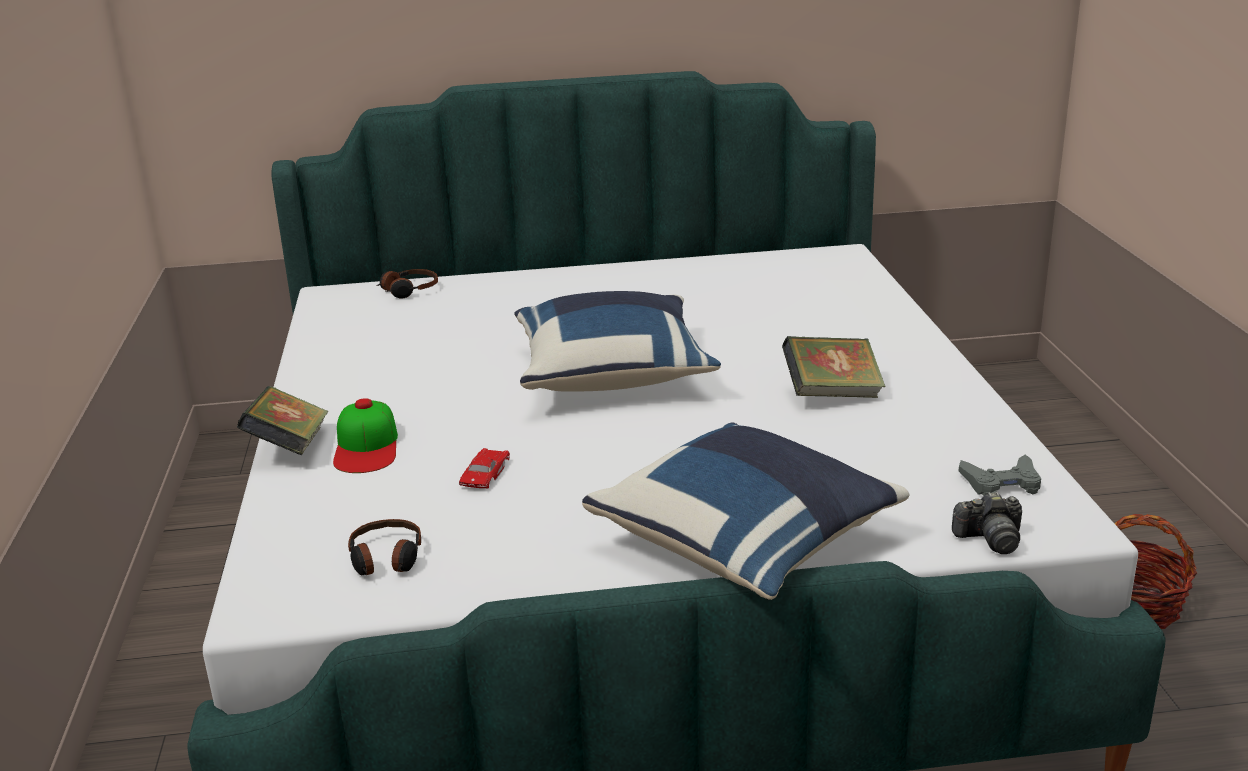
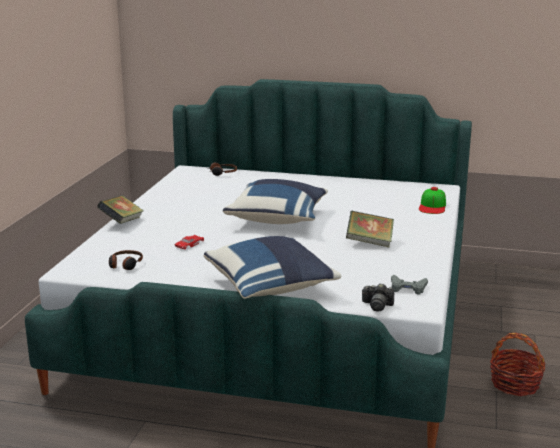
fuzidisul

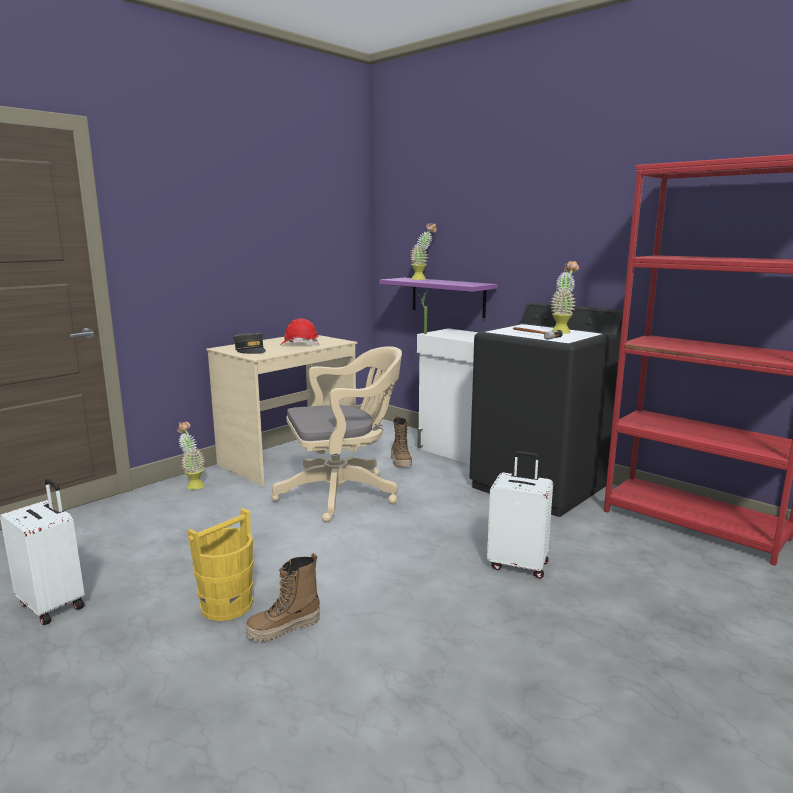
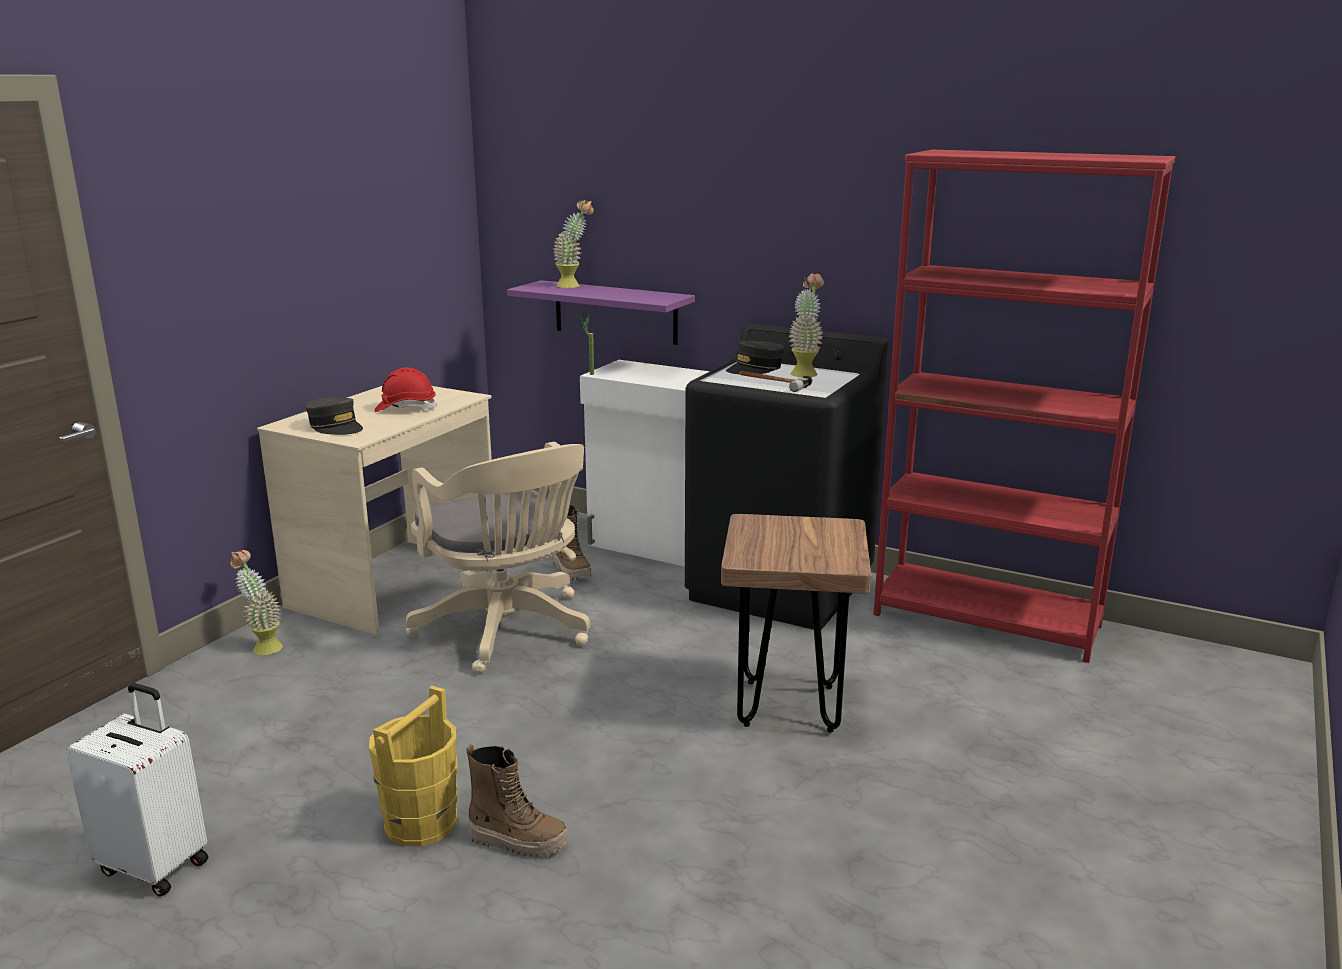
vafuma (no. 1 from left); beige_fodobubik; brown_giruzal; grey_fuzidisul (no. 2 from left)

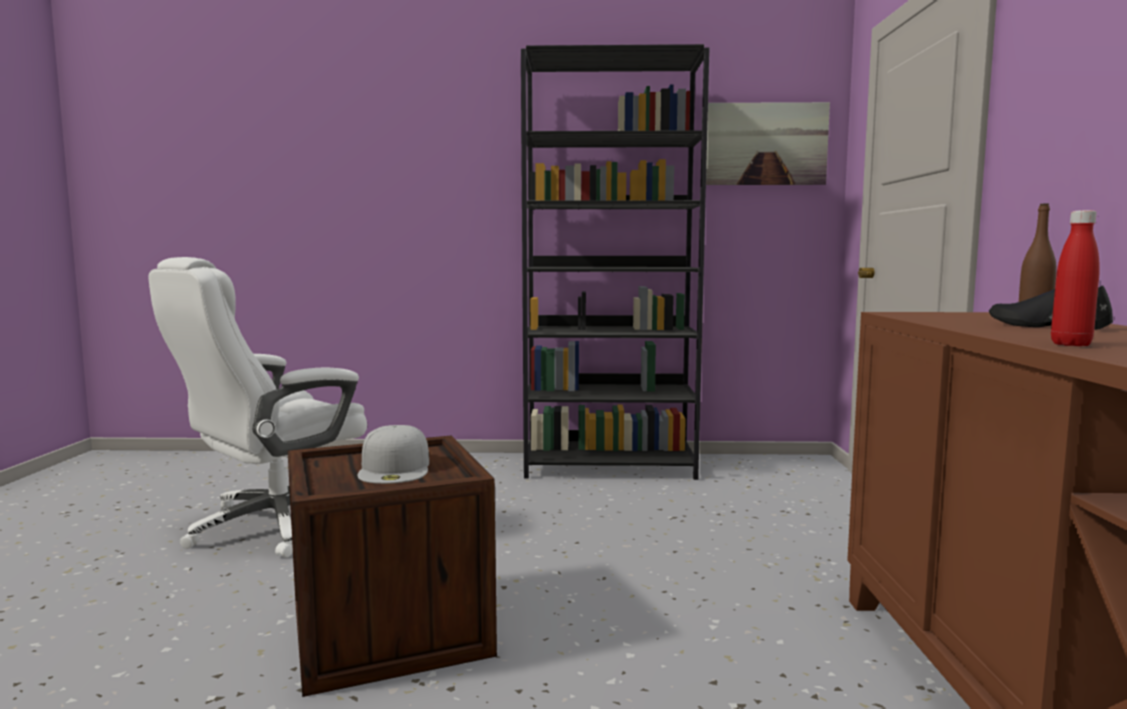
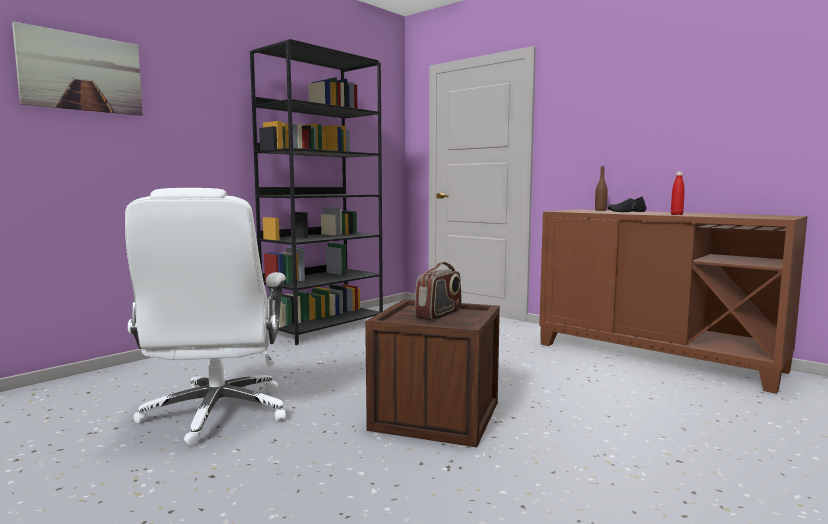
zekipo; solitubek

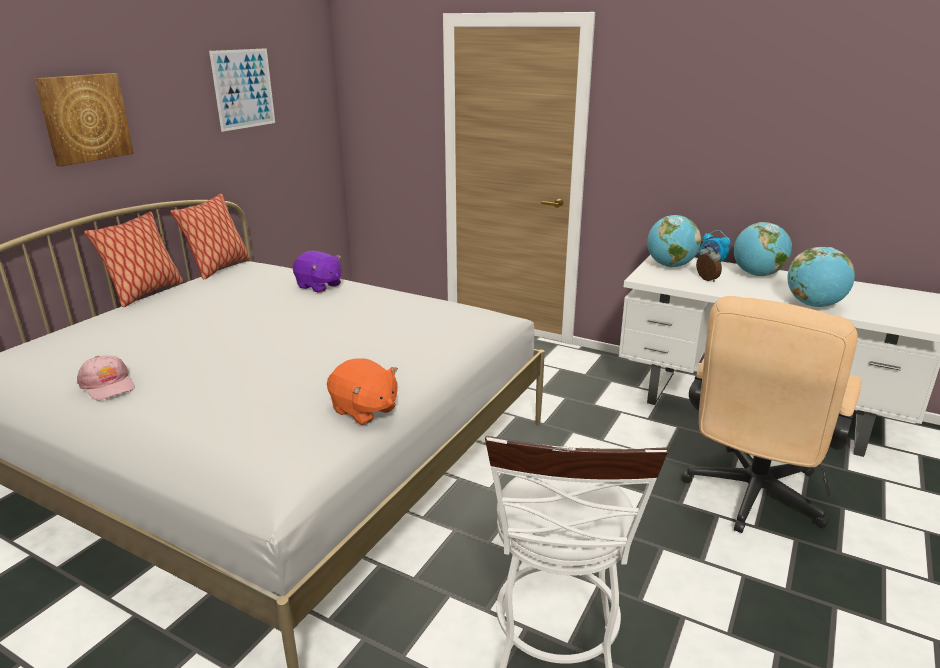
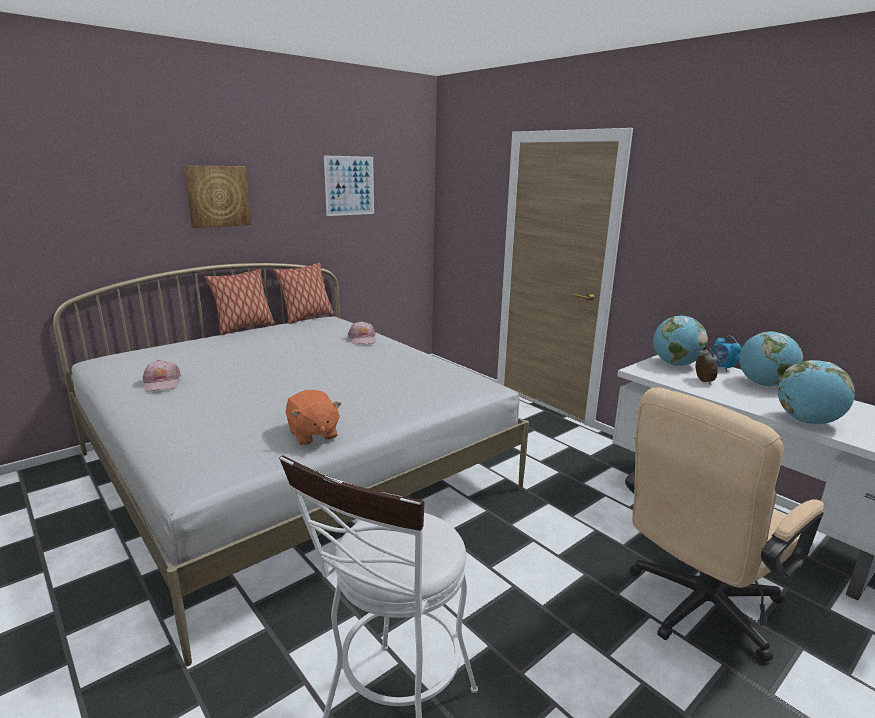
pink_fuzidisul (no. 2 from left)

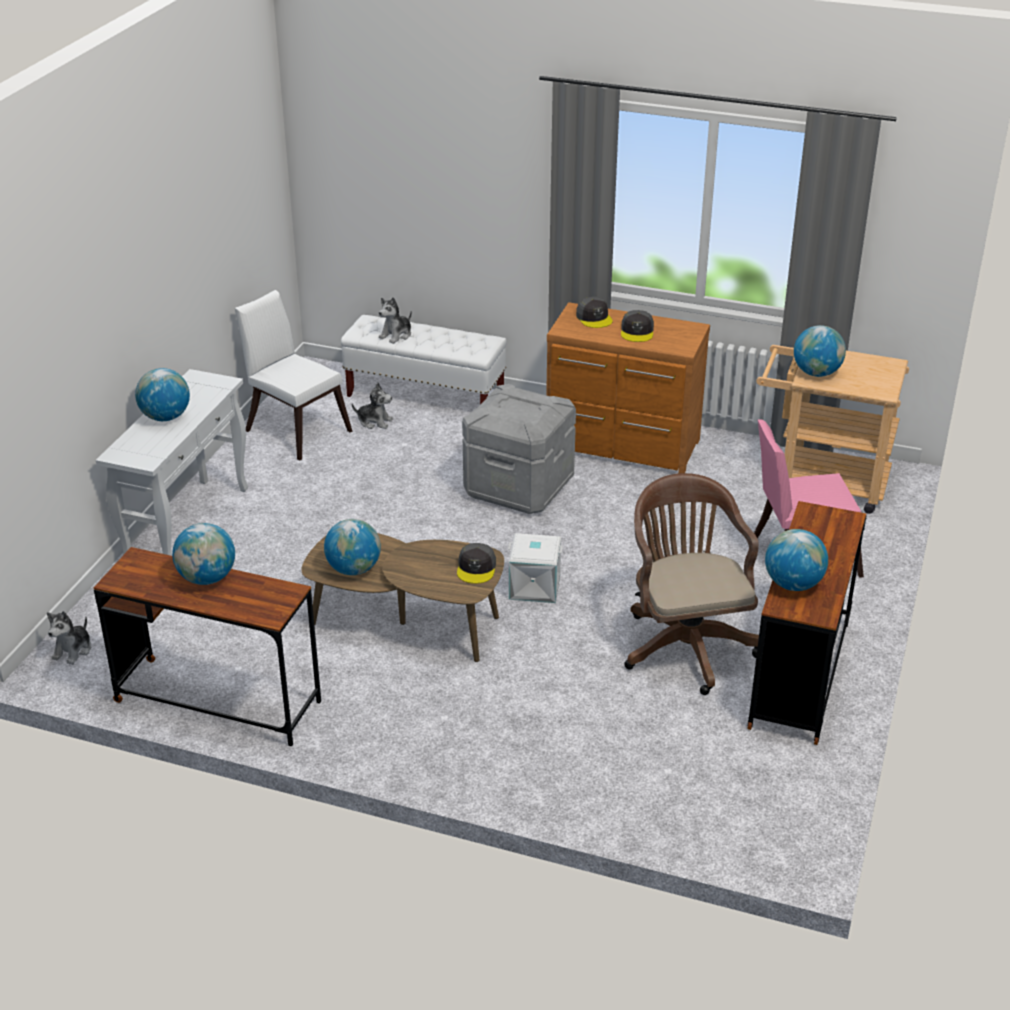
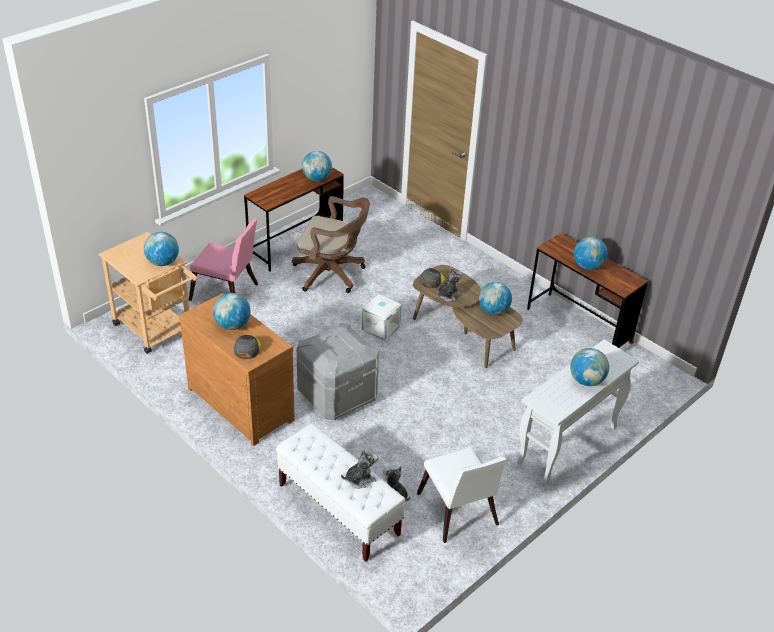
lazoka (no. 3 from left); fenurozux (no. 2 from left); brown_fodobubik

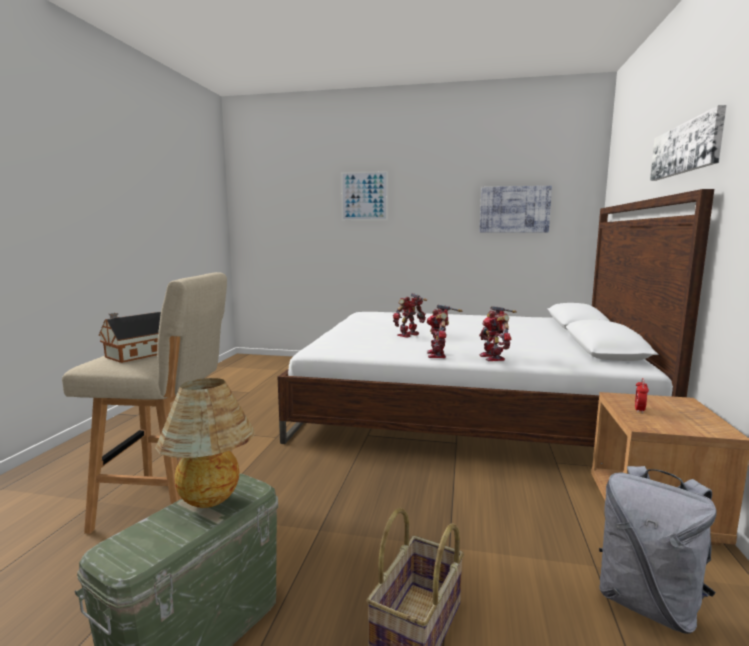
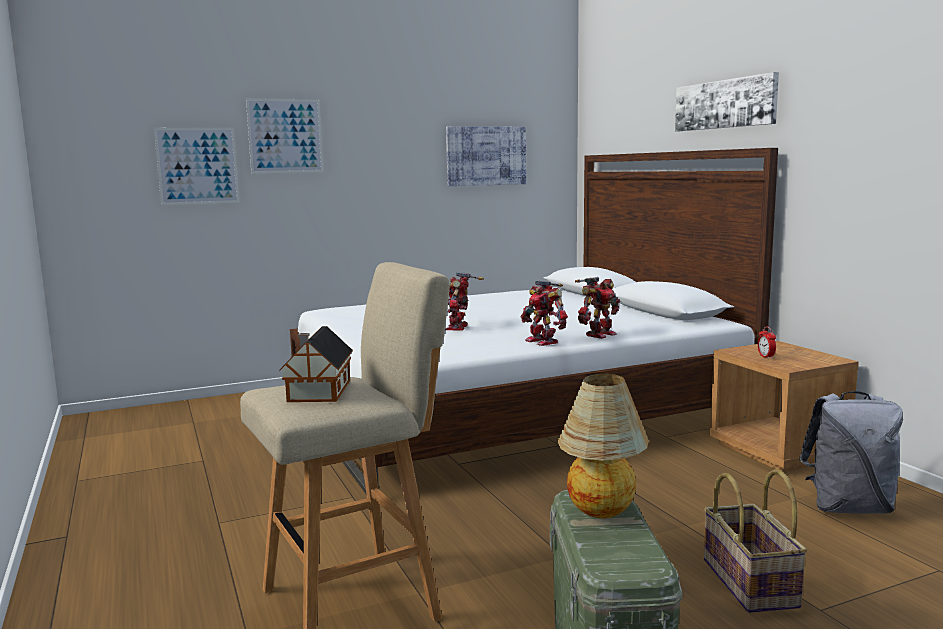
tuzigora (no. 3 from left); solitubek (no. 1 from left)

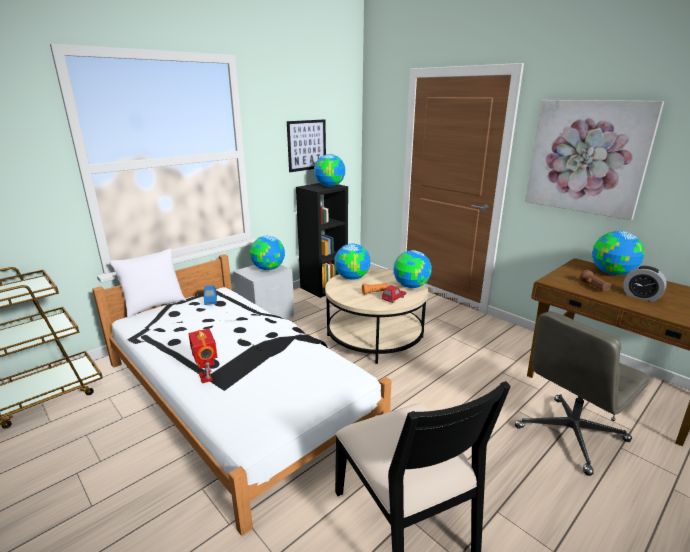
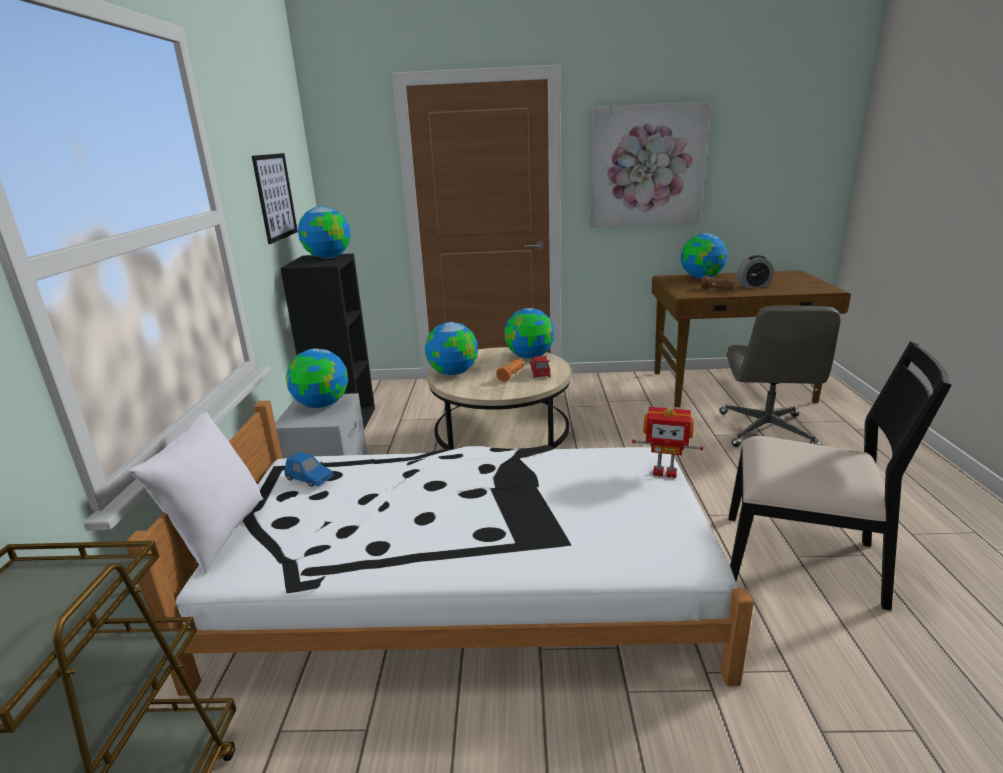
tuzigora

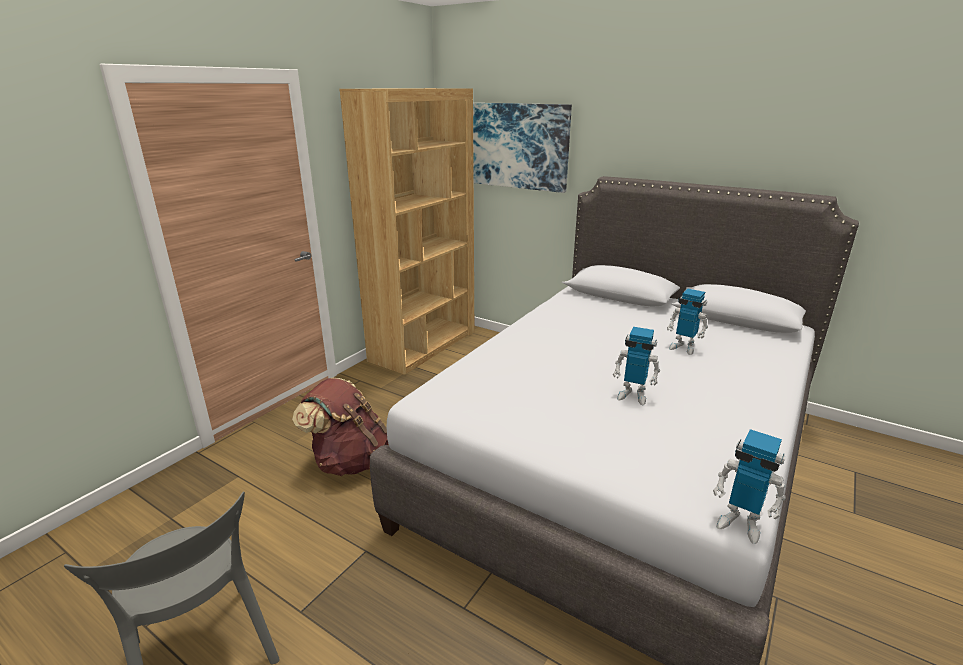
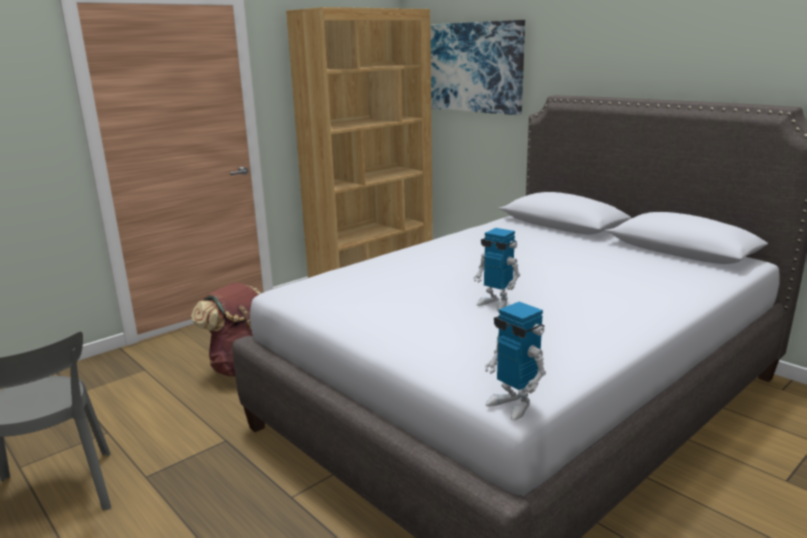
tuzigora (no. 2 from left in the first image)

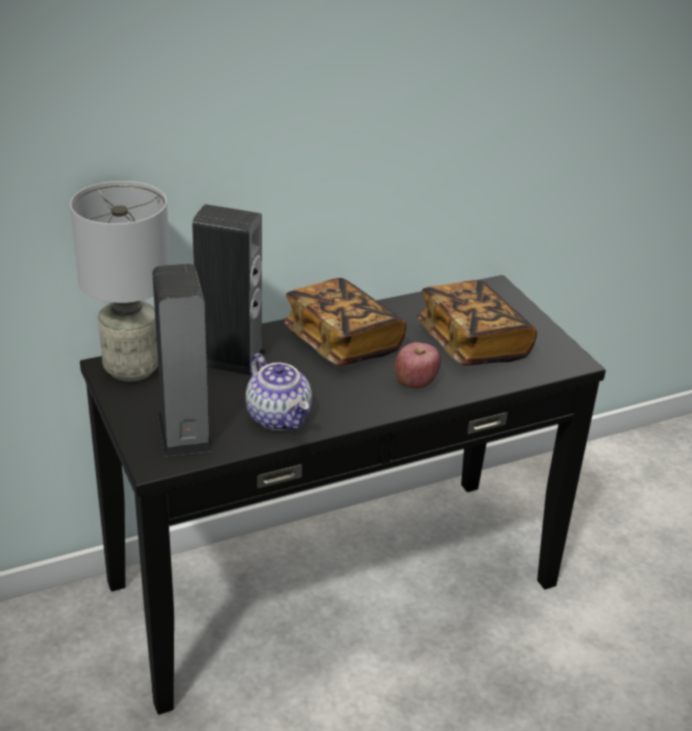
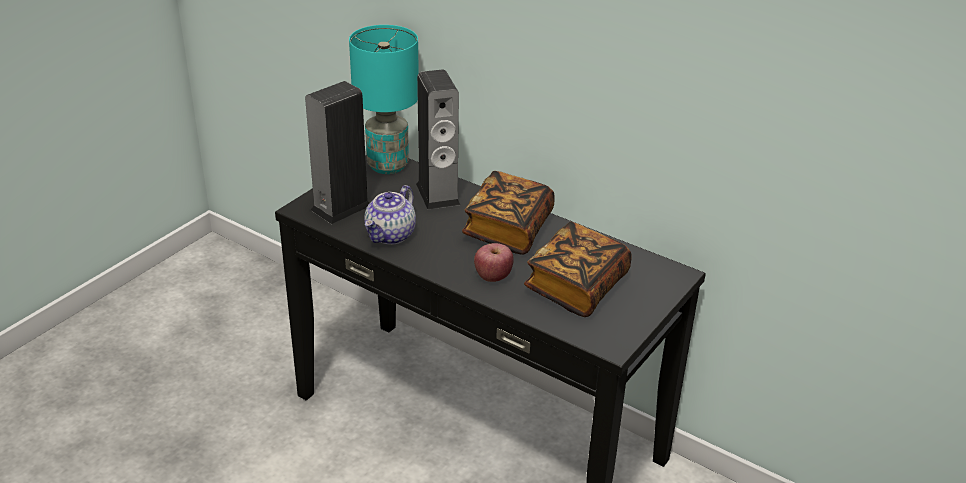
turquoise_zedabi

